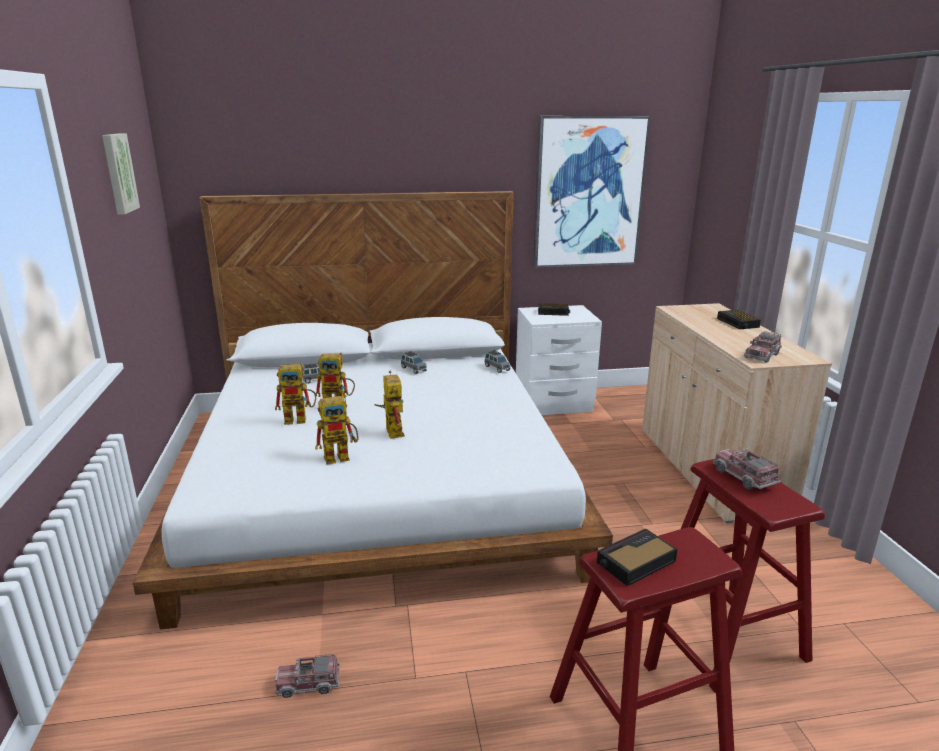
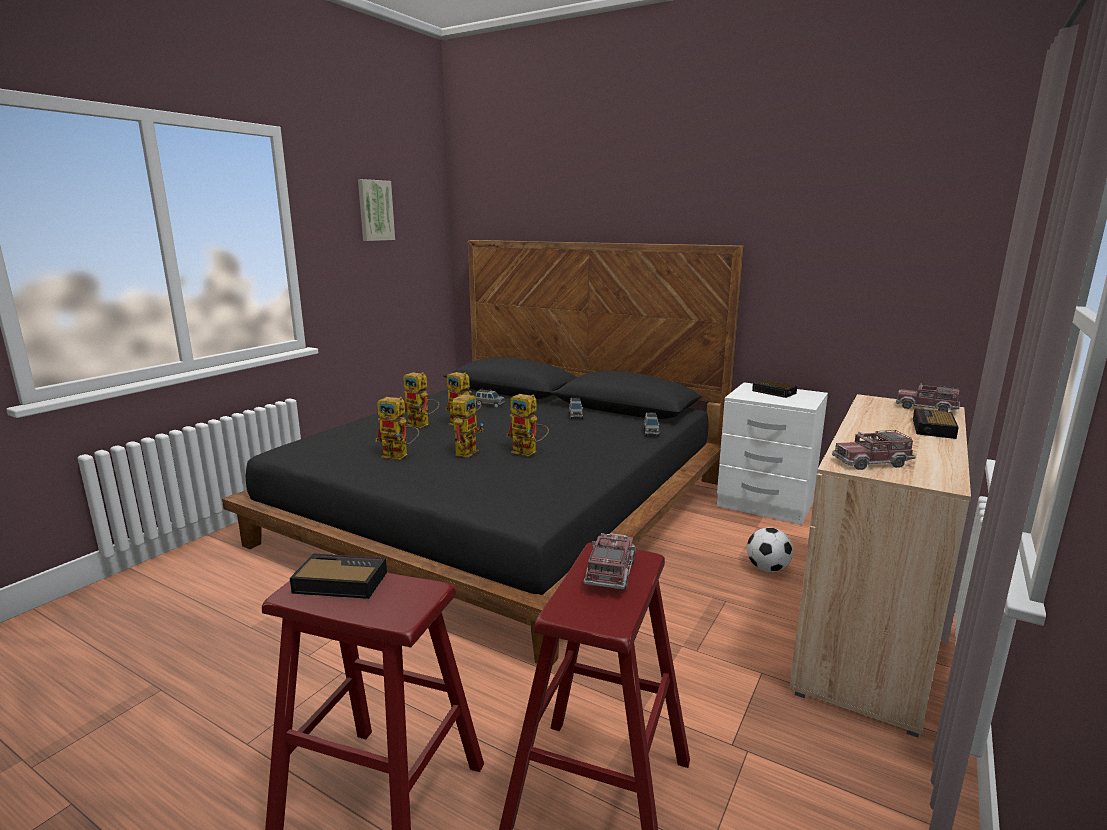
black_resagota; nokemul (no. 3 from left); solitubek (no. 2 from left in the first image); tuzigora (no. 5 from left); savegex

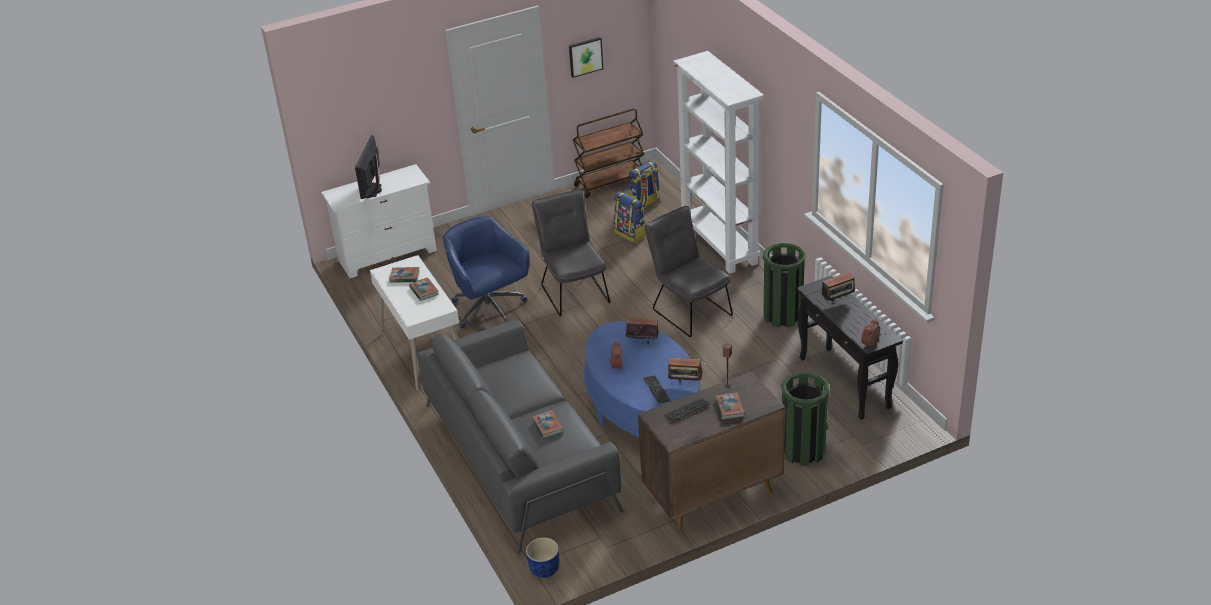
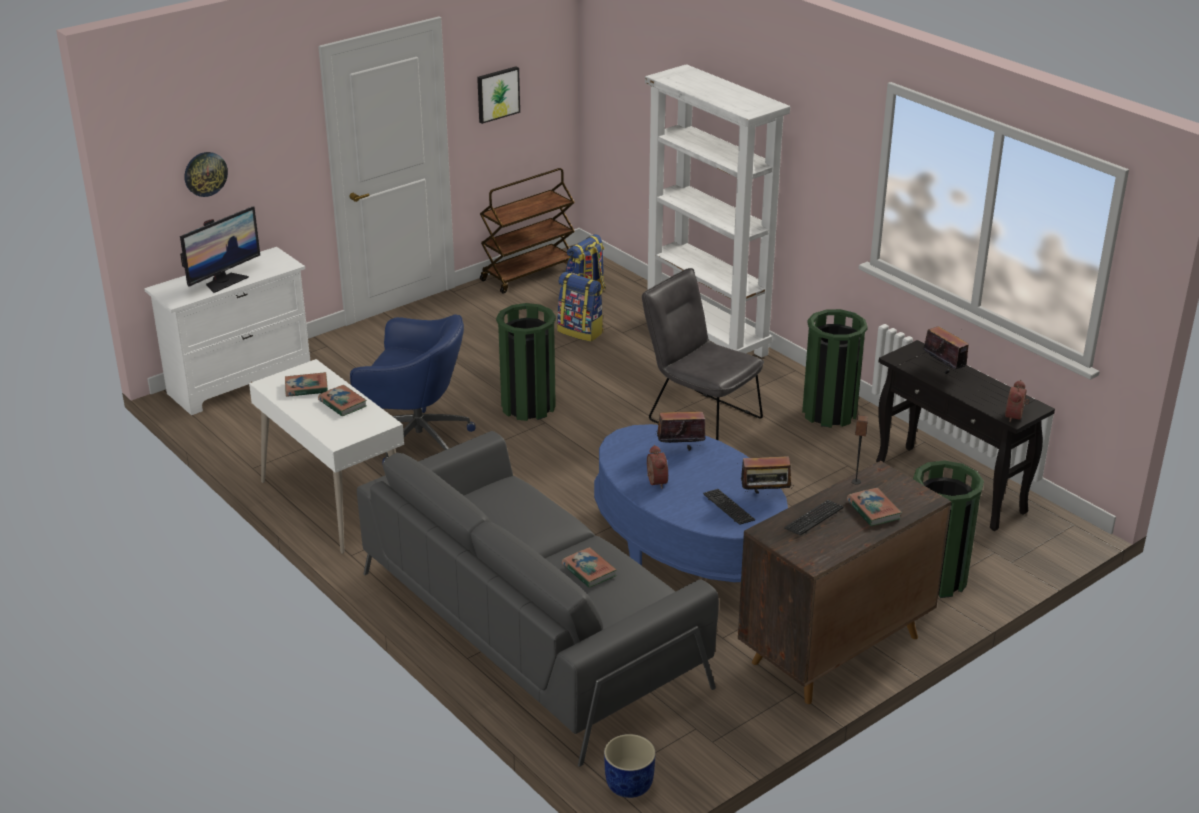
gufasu; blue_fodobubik; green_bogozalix (no. 1 from left); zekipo (no. 3 from left); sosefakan

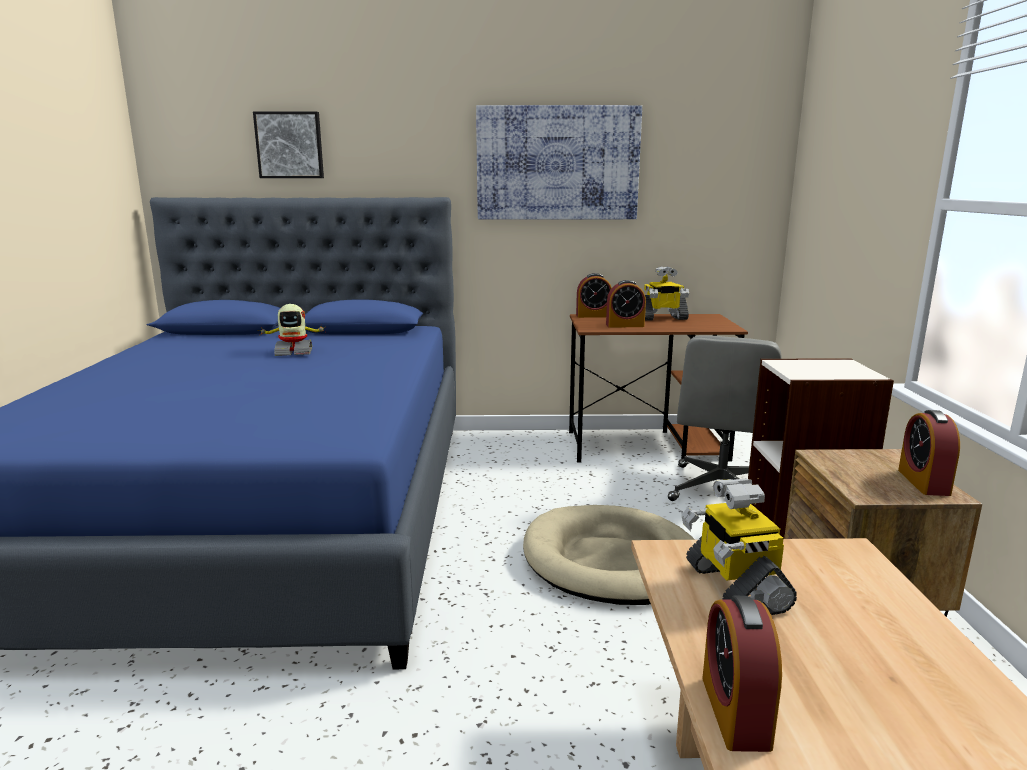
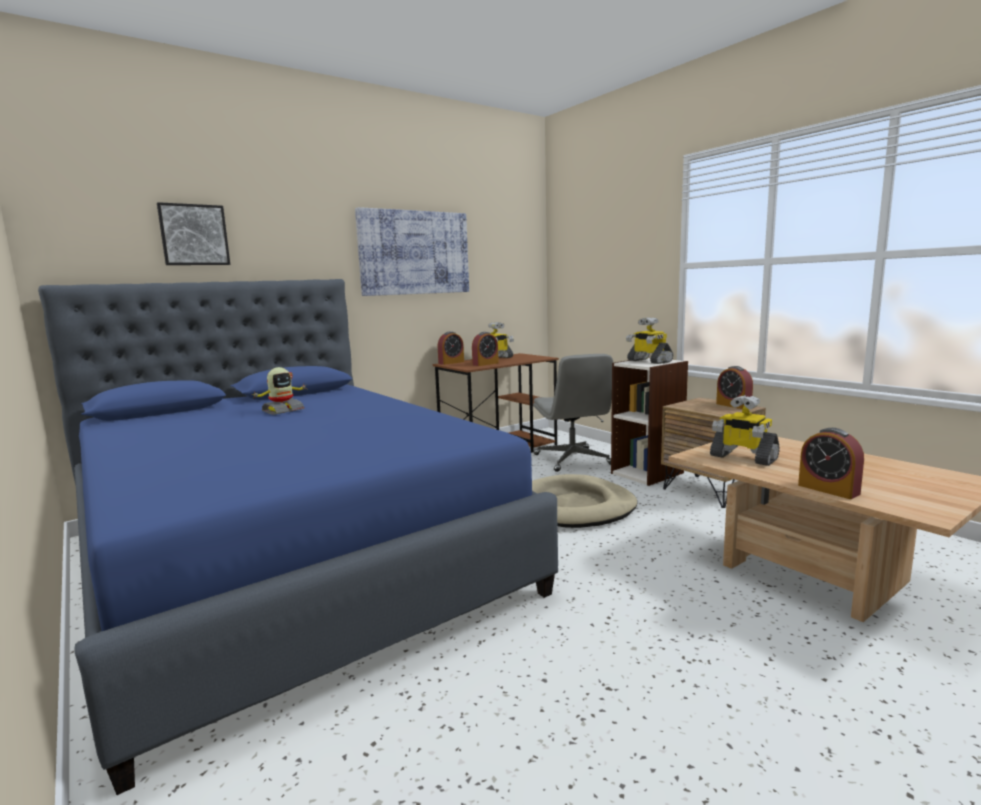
tuzigora (no. 3 from left)

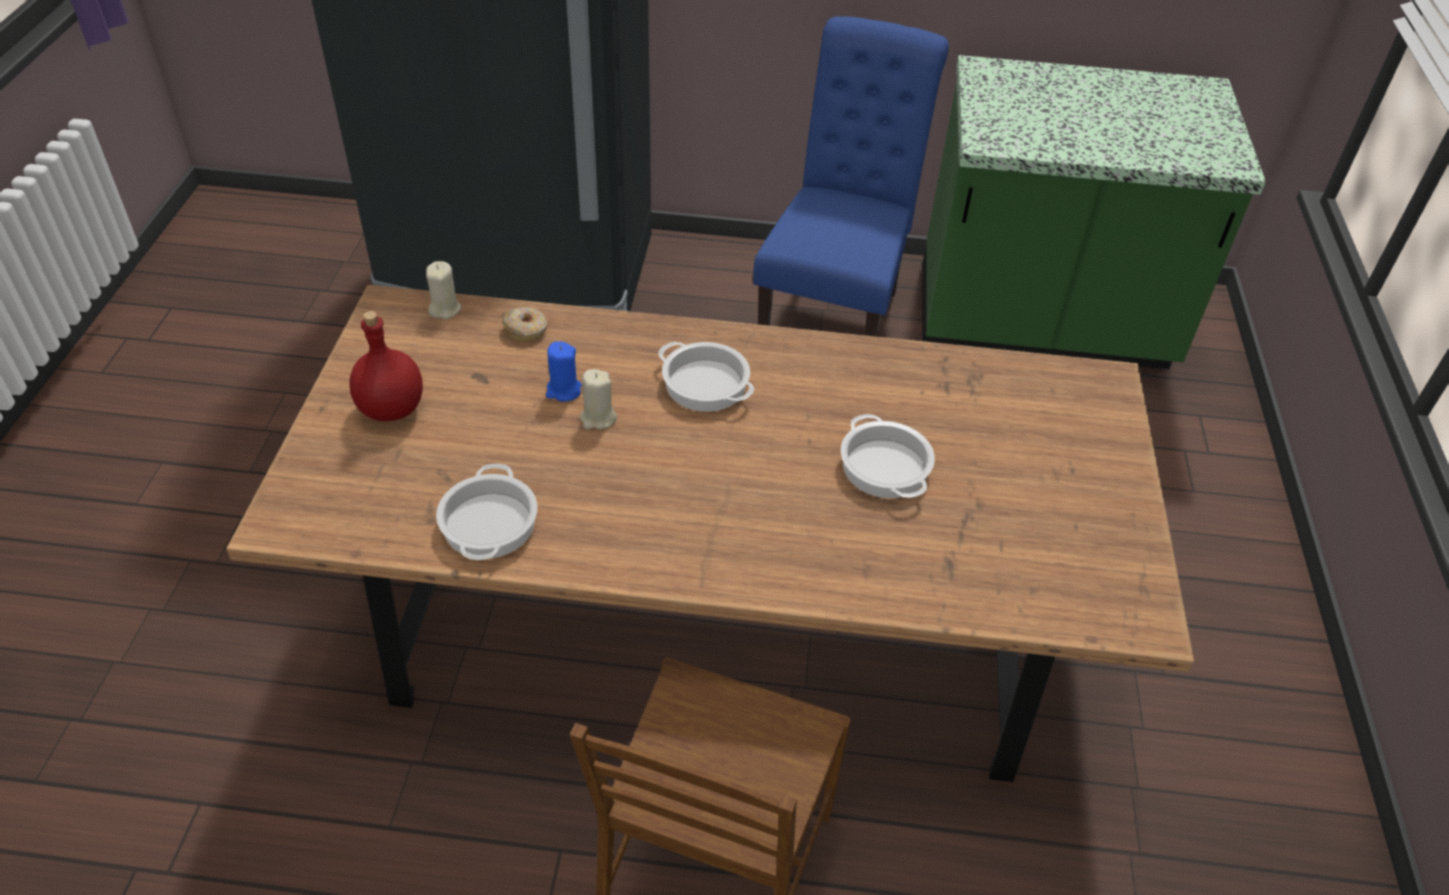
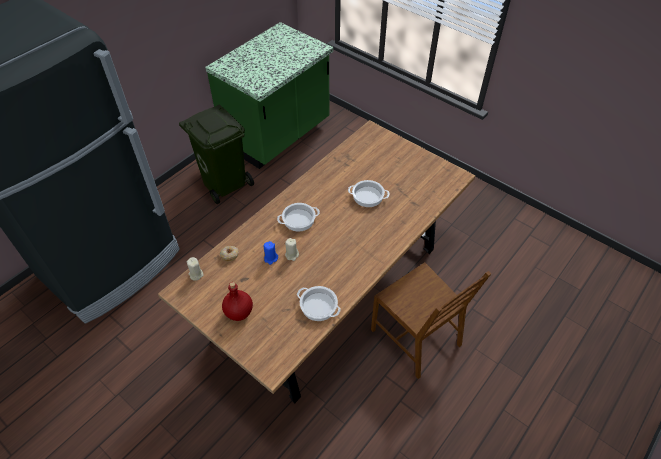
green_bogozalix

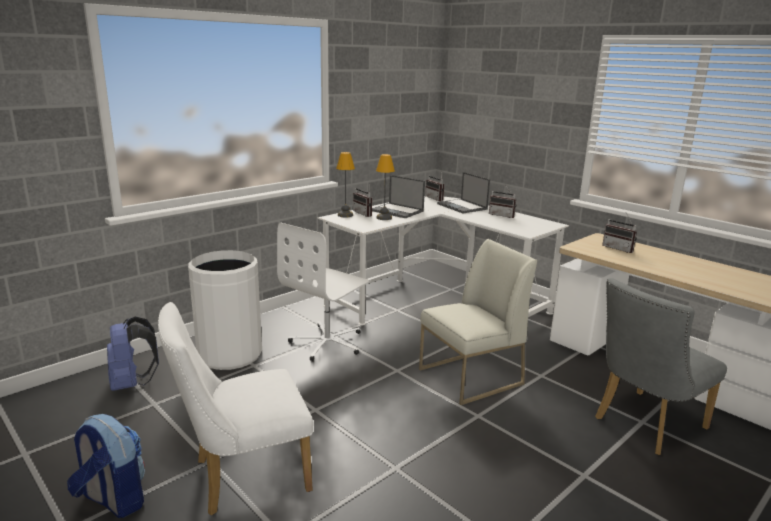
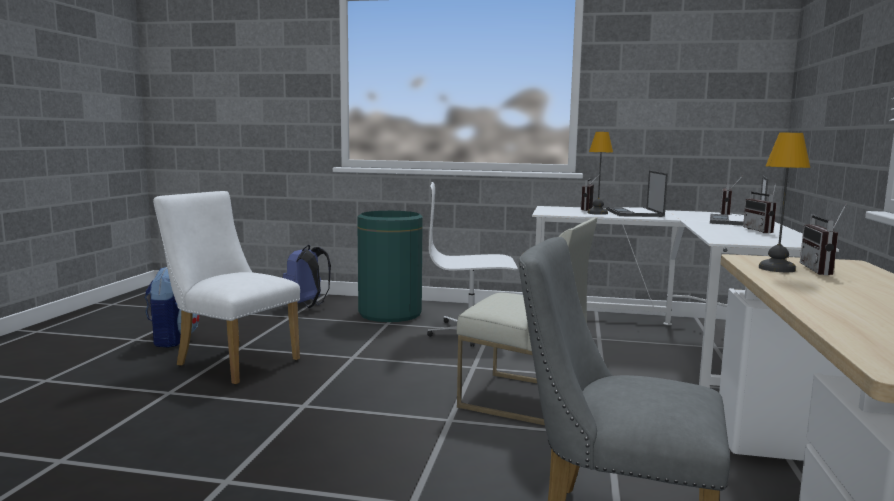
green_bogozalix; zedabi (no. 2 from left)

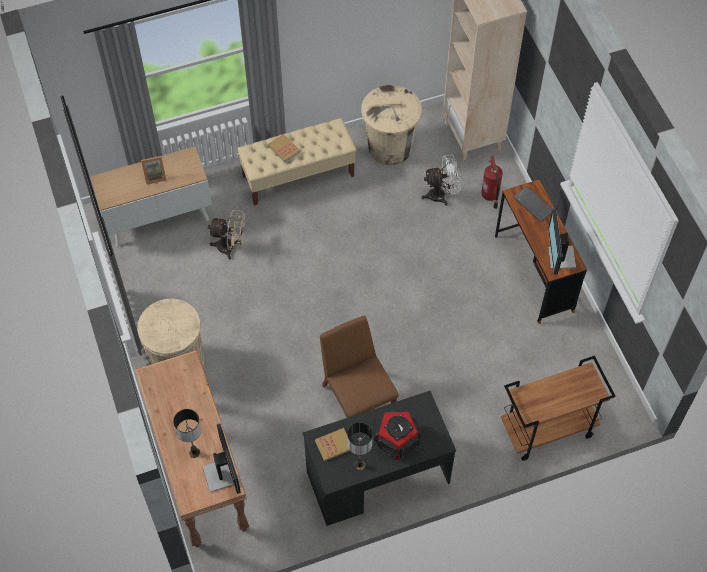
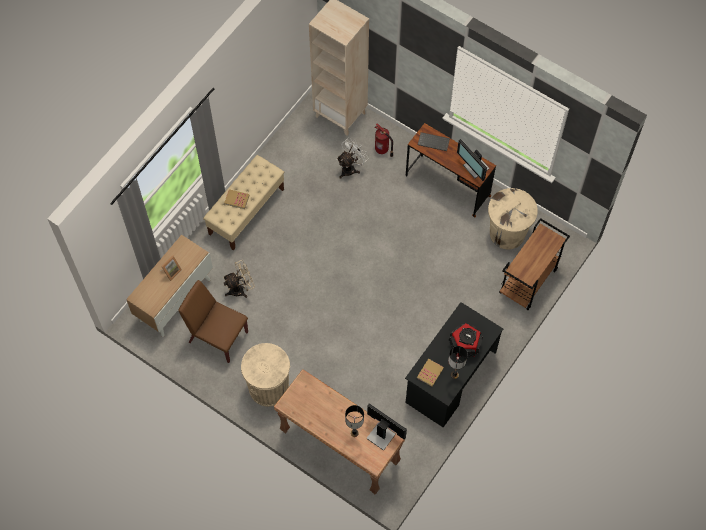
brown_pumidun; beige_bogozalix (no. 2 from left)

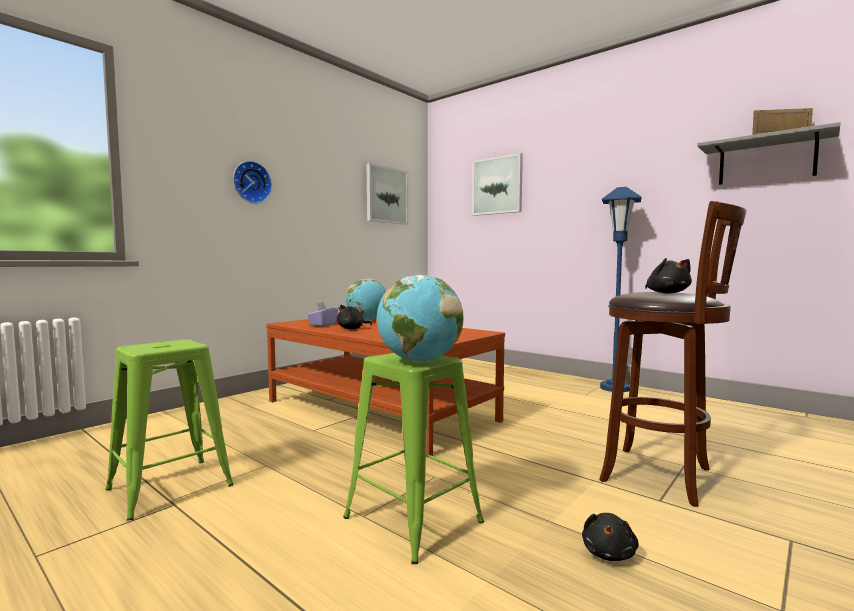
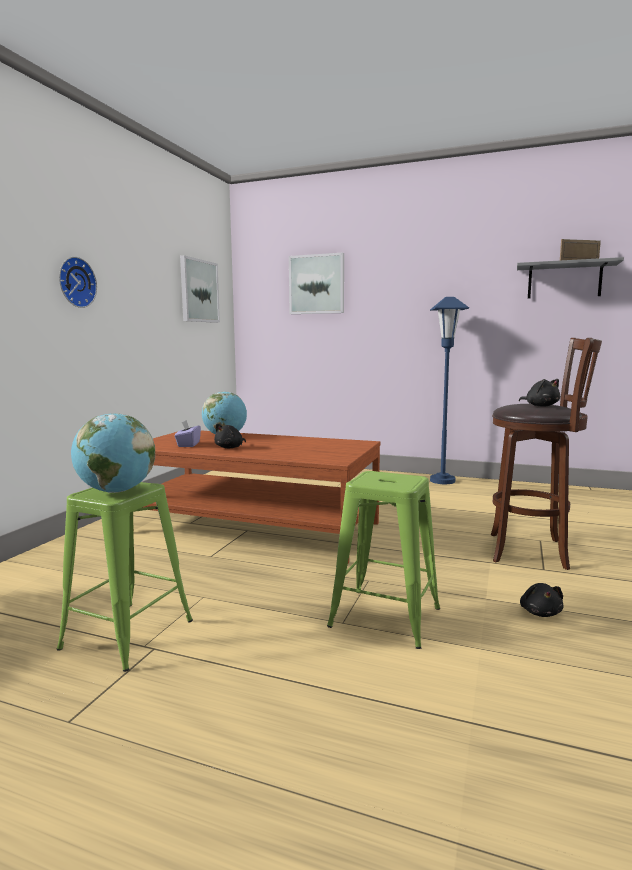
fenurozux (no. 1 from left)

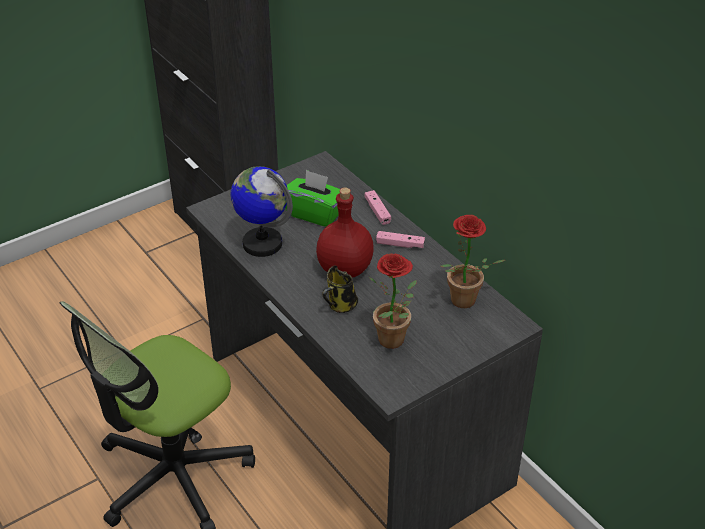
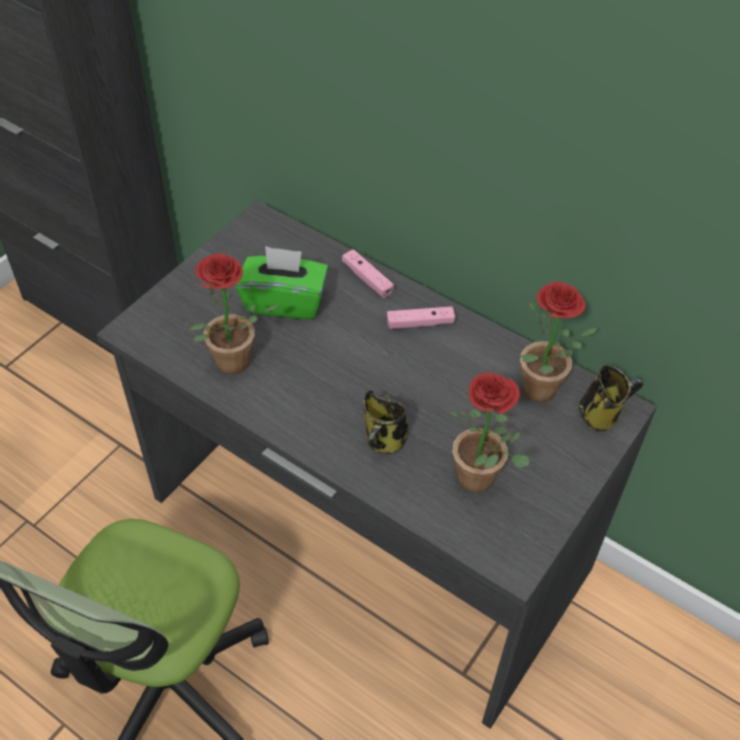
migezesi (no. 1 from left); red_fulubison; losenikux (no. 2 from left)

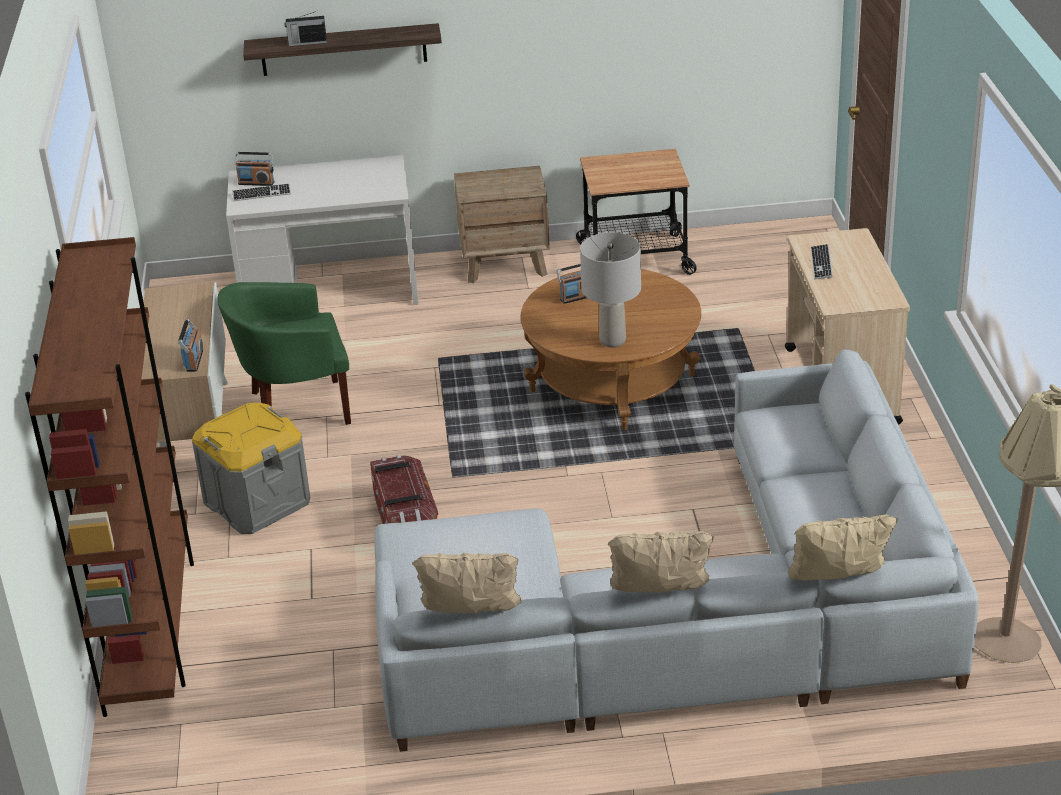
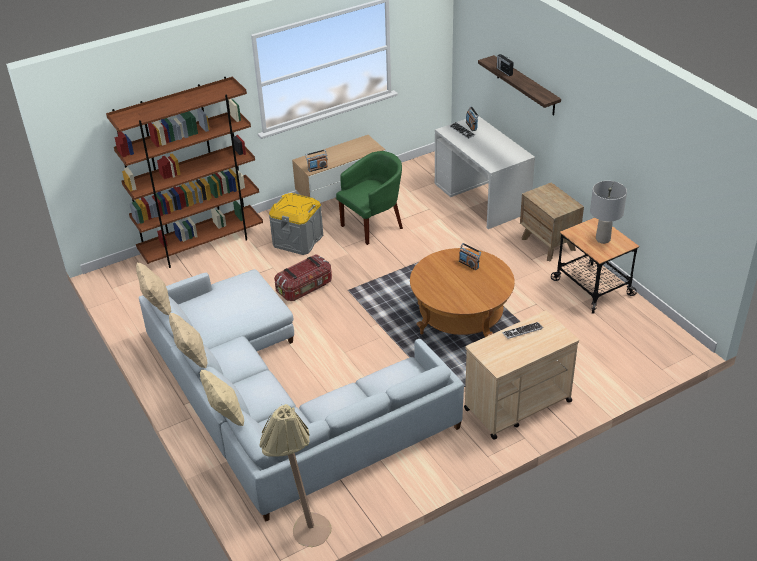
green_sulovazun; grey_zedabi

